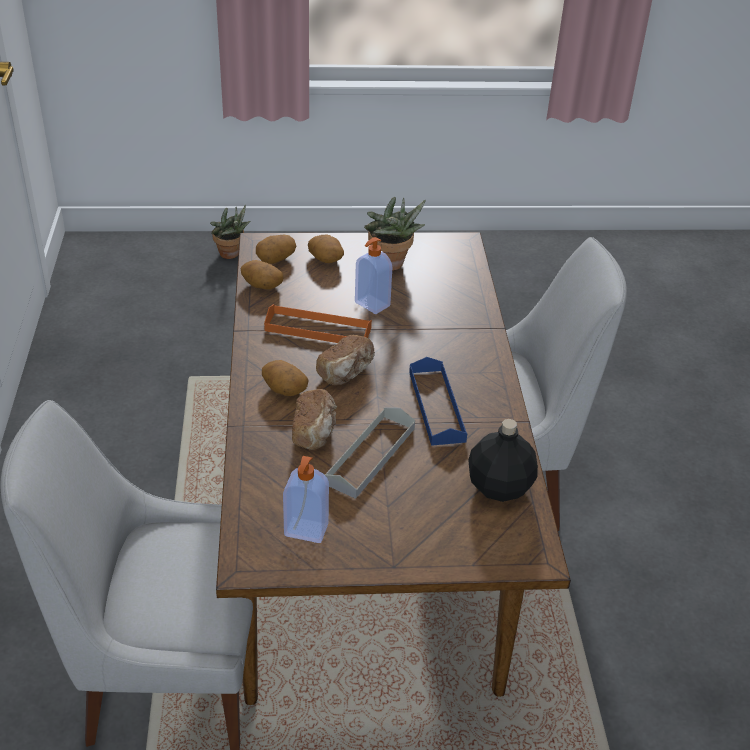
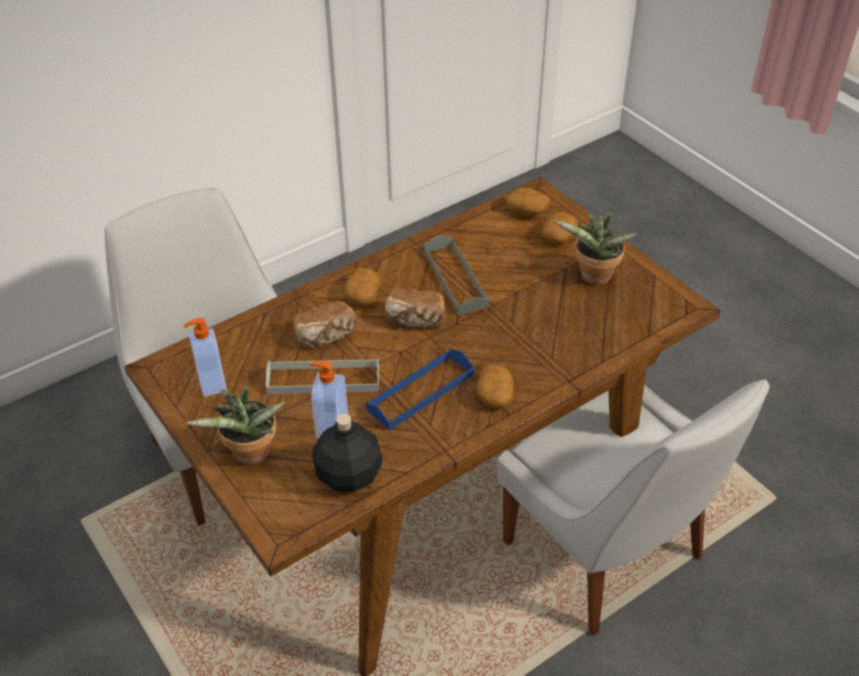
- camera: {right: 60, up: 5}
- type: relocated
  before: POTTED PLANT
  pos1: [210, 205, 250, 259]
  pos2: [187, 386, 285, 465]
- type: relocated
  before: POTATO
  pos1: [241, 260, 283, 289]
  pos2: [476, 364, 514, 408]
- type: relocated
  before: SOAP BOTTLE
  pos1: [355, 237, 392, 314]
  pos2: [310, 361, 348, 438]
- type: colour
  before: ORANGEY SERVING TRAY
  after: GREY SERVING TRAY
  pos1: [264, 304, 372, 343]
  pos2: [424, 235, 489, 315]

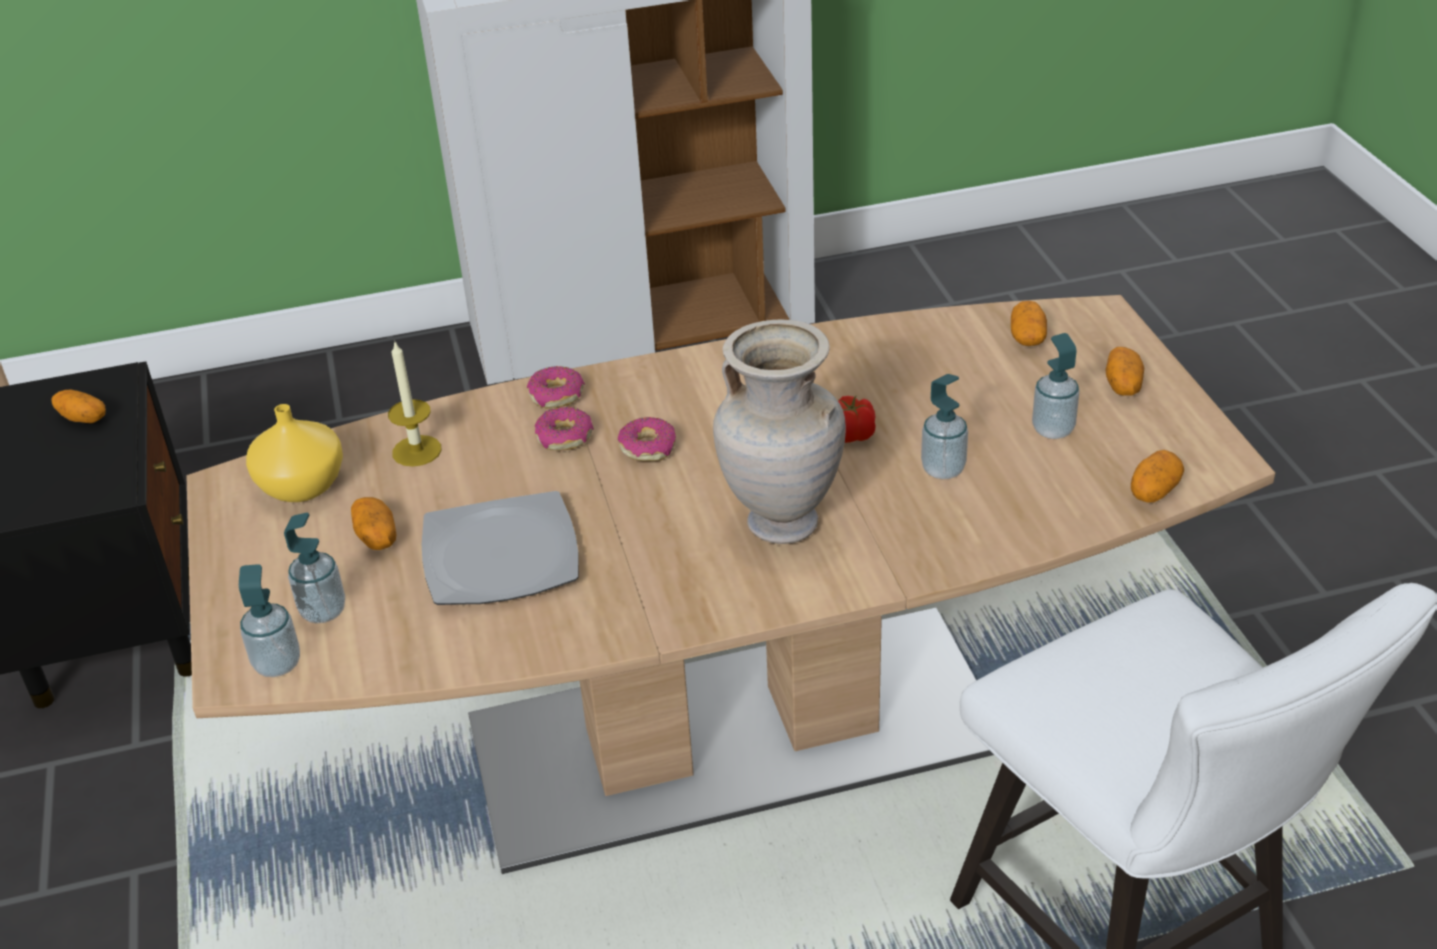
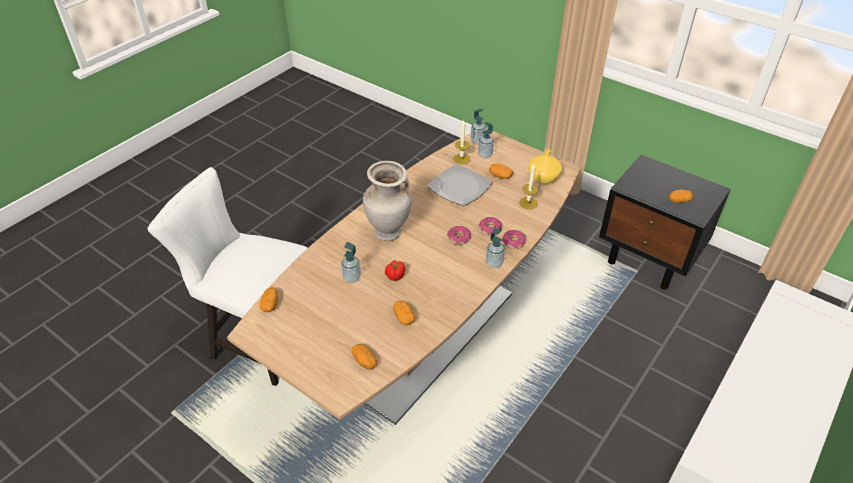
- camera: {right: 140, up: 5}
- type: appeared
  after: CANDLE
  pos2: [453, 120, 471, 164]
- type: relocated
  before: SOAP BOTTLE
  pos1: [1032, 333, 1079, 439]
  pos2: [486, 228, 505, 268]
- type: relocated
  before: POTATO
  pos1: [1106, 347, 1144, 396]
  pos2: [393, 301, 415, 325]

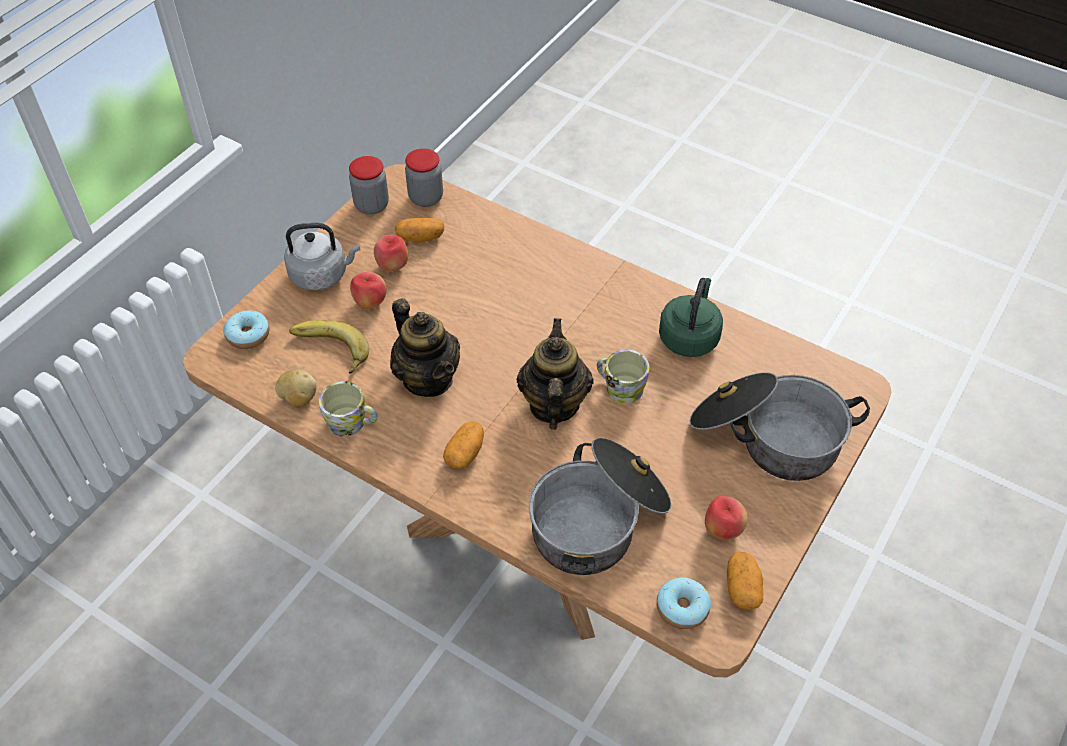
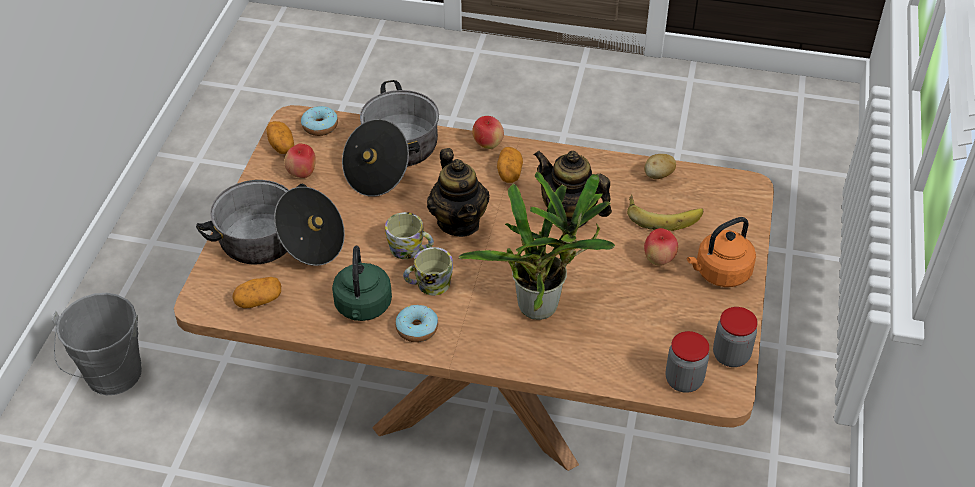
- camera: {right: 160, up: -5}
- type: appeared
  after: GREY WATER BUCKET
  pos2: [52, 293, 142, 395]
- type: appeared
  after: POTTED PLANT
  pos2: [459, 172, 615, 320]
- type: relocated
  before: DONUT
  pos1: [223, 310, 270, 349]
  pos2: [395, 305, 438, 342]
- type: relocated
  before: COFFEE MUG
  pos1: [319, 381, 378, 437]
  pos2: [403, 247, 453, 295]
- type: relocated
  before: WHOLE APPLE
  pos1: [374, 234, 408, 272]
  pos2: [472, 116, 504, 149]
- type: relocated
  before: POTATO
  pos1: [395, 218, 444, 243]
  pos2: [232, 277, 281, 308]
- type: colour
  before: GREY KETTLE
  after: ORANGEY KETTLE
  pos1: [284, 223, 360, 290]
  pos2: [687, 217, 756, 287]

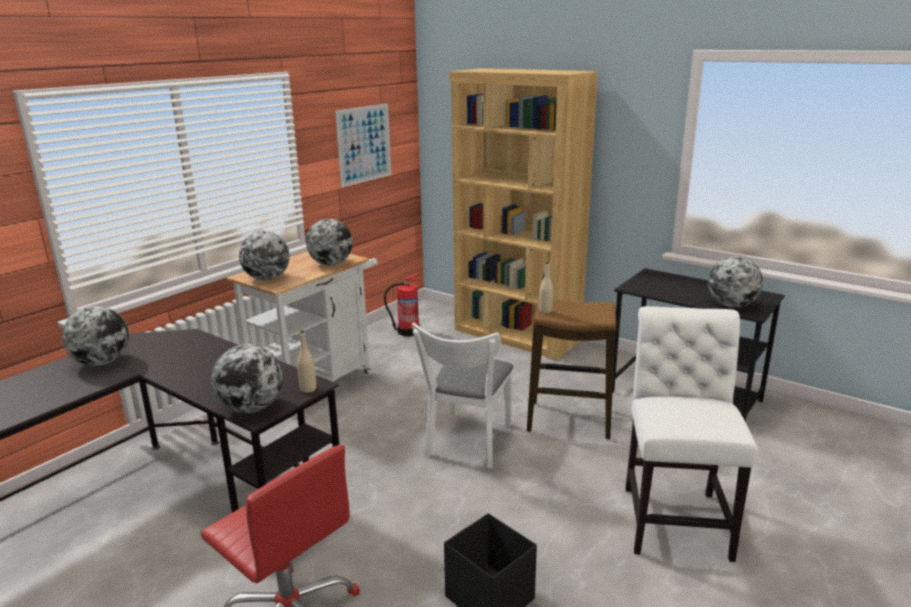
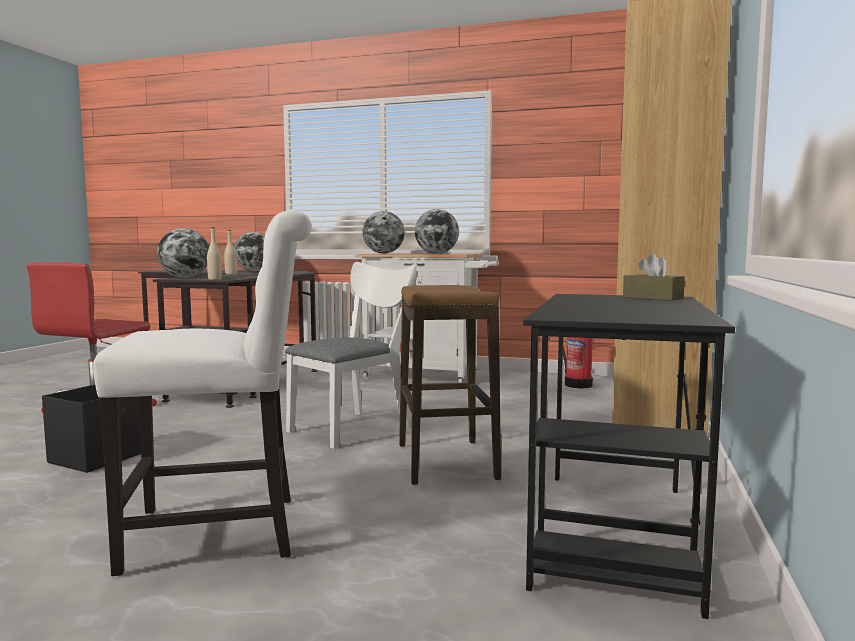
- camera: {right: 70, up: -15}
- type: missing
  before: WALL PICTURE
  pos1: [335, 104, 391, 187]
- type: missing
  before: WORLD GLOBE
  pos1: [708, 256, 763, 308]
- type: appeared
  after: BROWN TISSUE BOX
  pos2: [623, 254, 685, 301]
- type: relocated
  before: SAND-COLOURED DRINK BOTTLE
  pos1: [539, 262, 553, 313]
  pos2: [224, 230, 237, 274]
- type: spun
  before: WHITE CHAIR
  pos1: [412, 322, 513, 468]
  pos2: [285, 262, 418, 449]
  turn: 135

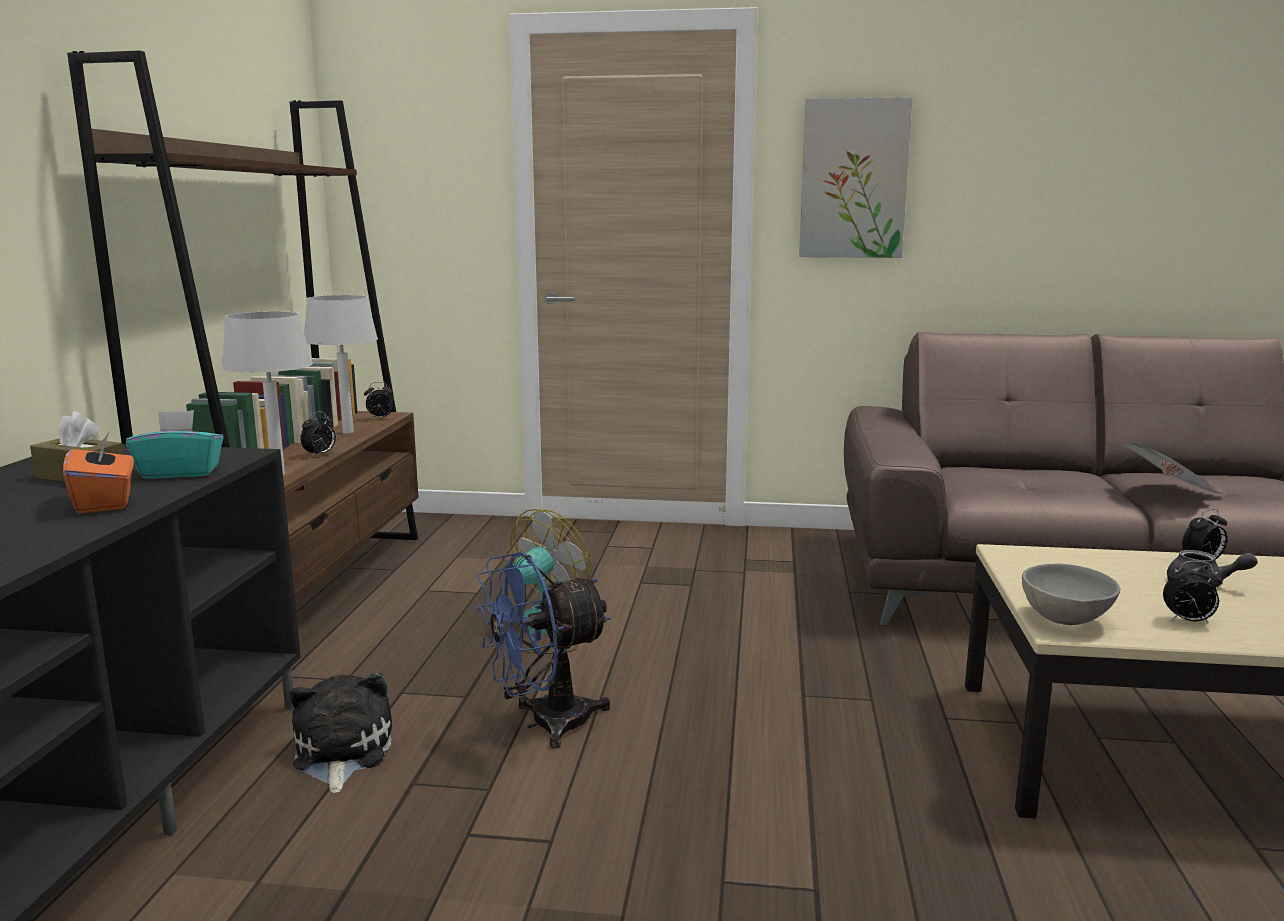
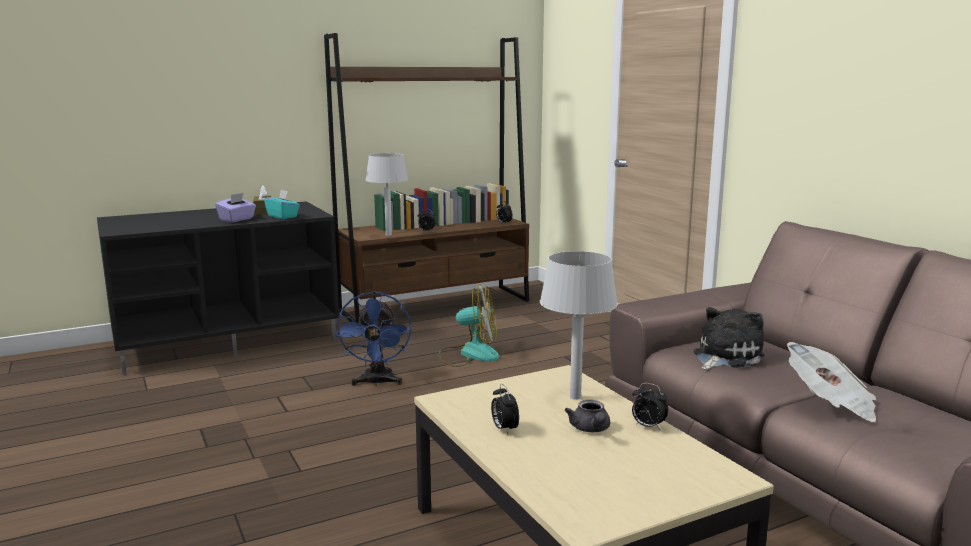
- camera: {right: 55, up: 0}
- type: missing
  before: WALL PICTURE
  pos1: [799, 97, 913, 258]
- type: missing
  before: GREY BOWL
  pos1: [1022, 564, 1120, 625]
- type: relocated
  before: PLUSH TOY
  pos1: [290, 673, 392, 793]
  pos2: [693, 307, 765, 370]
- type: relocated
  before: GREY LAMP FOR A TABLE
  pos1: [304, 295, 378, 434]
  pos2: [540, 251, 618, 400]
- type: colour
  before: ORANGEY TISSUE BOX
  after: PURPLE-COLOURED TISSUE BOX
  pos1: [63, 432, 134, 514]
  pos2: [215, 193, 256, 222]
- type: spun
  before: BLUE FAN
  pos1: [476, 552, 611, 749]
  pos2: [335, 291, 412, 386]
  turn: -120

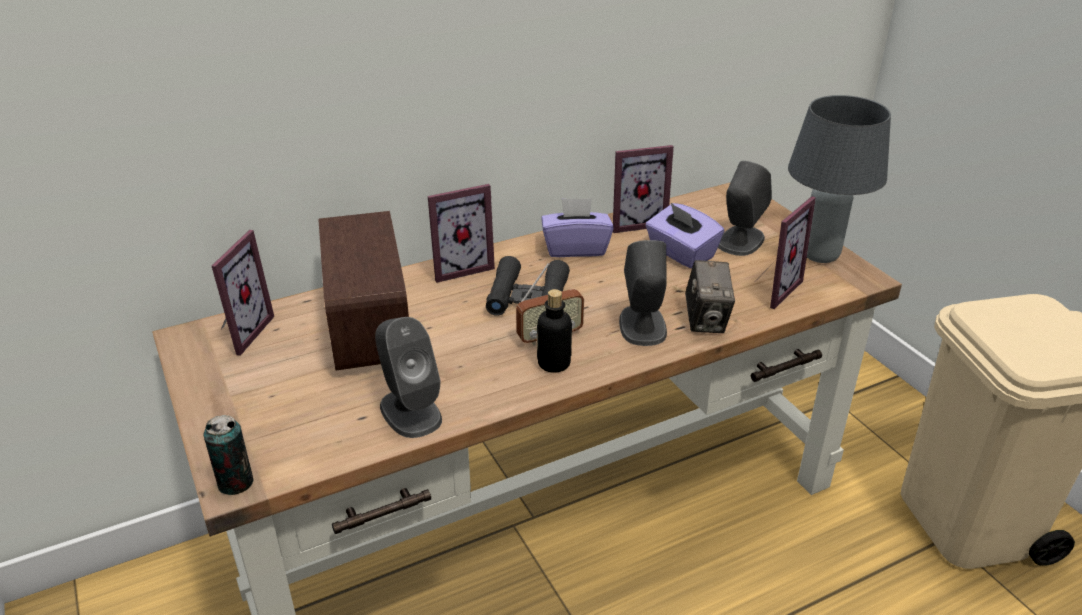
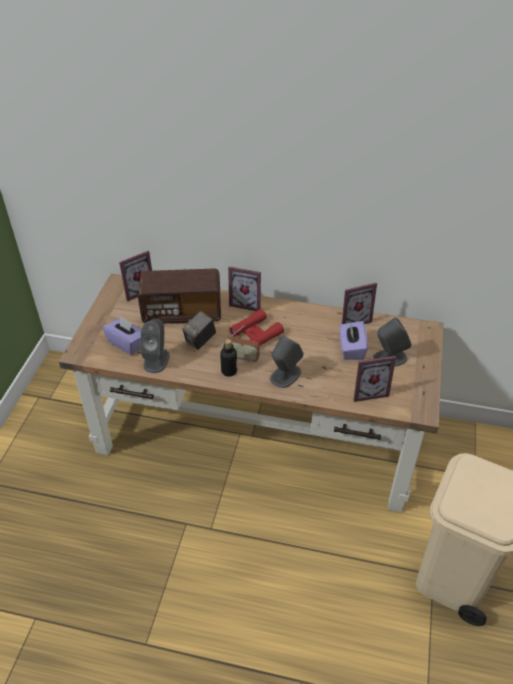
- camera: {right: 40, up: 10}
- type: missing
  before: SEALED CAN
  pos1: [204, 415, 254, 495]
- type: missing
  before: GREY LAMP FOR A TABLE
  pos1: [788, 95, 891, 263]
- type: relocated
  before: PURPLE-COLOURED TISSUE BOX
  pos1: [541, 198, 614, 257]
  pos2: [102, 316, 141, 355]
- type: relocated
  before: PHOTO CAMERA
  pos1: [685, 260, 735, 333]
  pos2: [182, 311, 216, 350]
- type: colour
  before: BLACK BINOCULARS
  after: RED BINOCULARS
  pos1: [486, 256, 570, 316]
  pos2: [230, 309, 284, 346]
- type: spun
  before: RADIO
  pos1: [318, 211, 409, 370]
  pos2: [138, 269, 221, 324]
  turn: 60
- type: spun
  before: PICTURE FRAME
  pos1: [613, 145, 674, 233]
  pos2: [342, 283, 377, 324]
  turn: -45

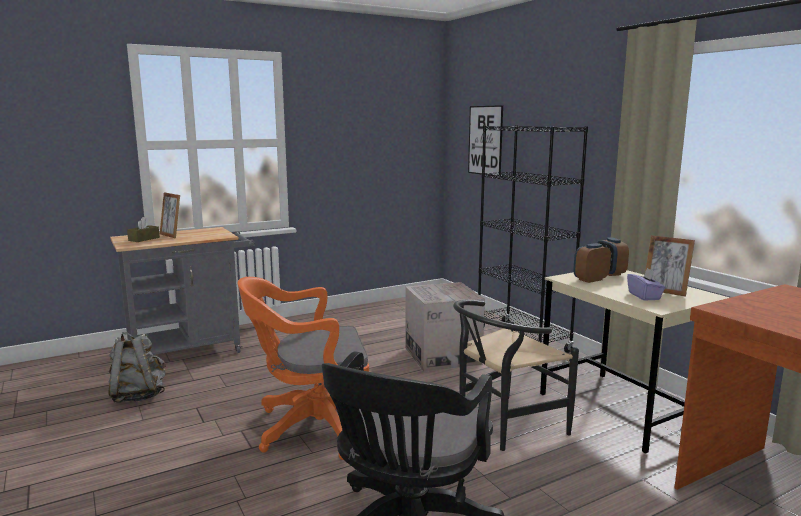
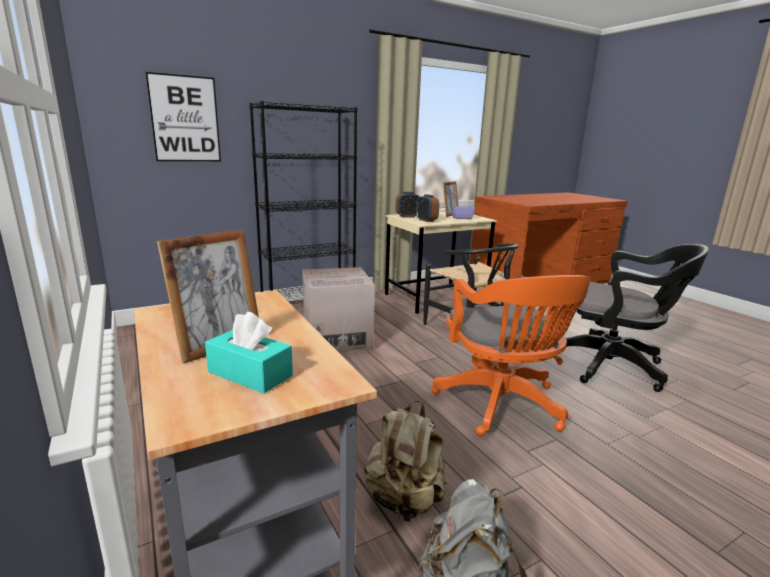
- camera: {right: -90, up: 5}
- type: appeared
  after: SAND-COLOURED BACKPACK
  pos2: [365, 401, 447, 522]
- type: colour
  before: BROWN TISSUE BOX
  after: TURQUOISE TISSUE BOX
  pos1: [127, 217, 160, 242]
  pos2: [205, 312, 293, 393]

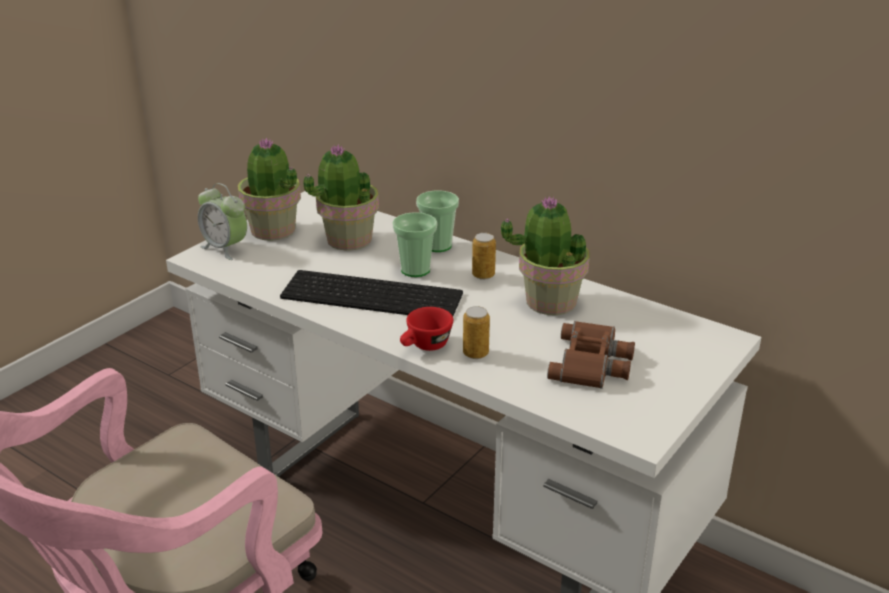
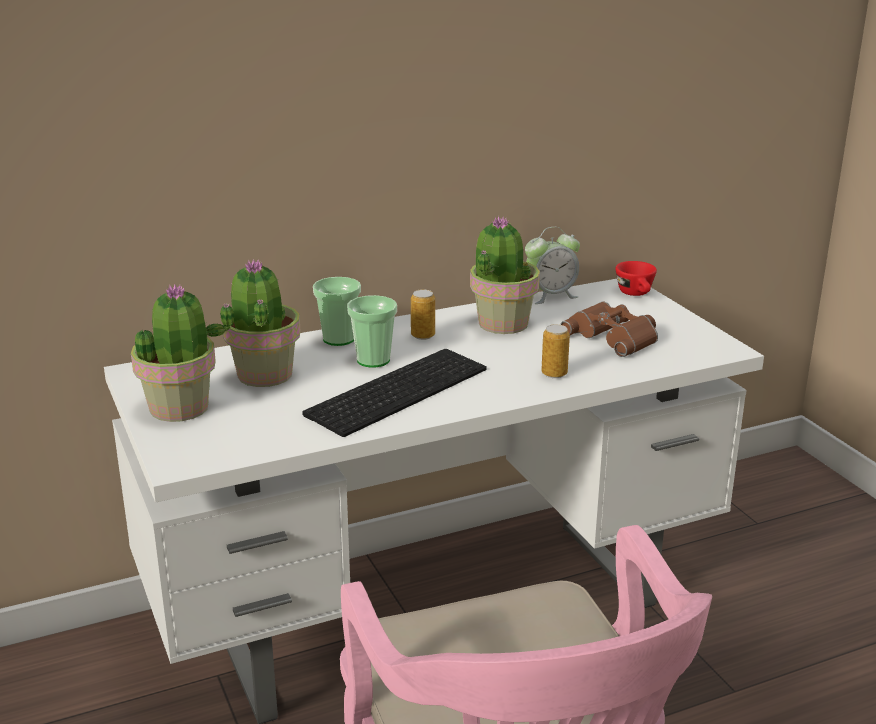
- camera: {right: -60, up: -5}
- type: relocated
  before: BEDSIDE CLOCK
  pos1: [198, 183, 247, 260]
  pos2: [525, 227, 580, 304]
- type: relocated
  before: RED SMALL CUP
  pos1: [400, 307, 453, 351]
  pos2: [615, 261, 657, 296]

